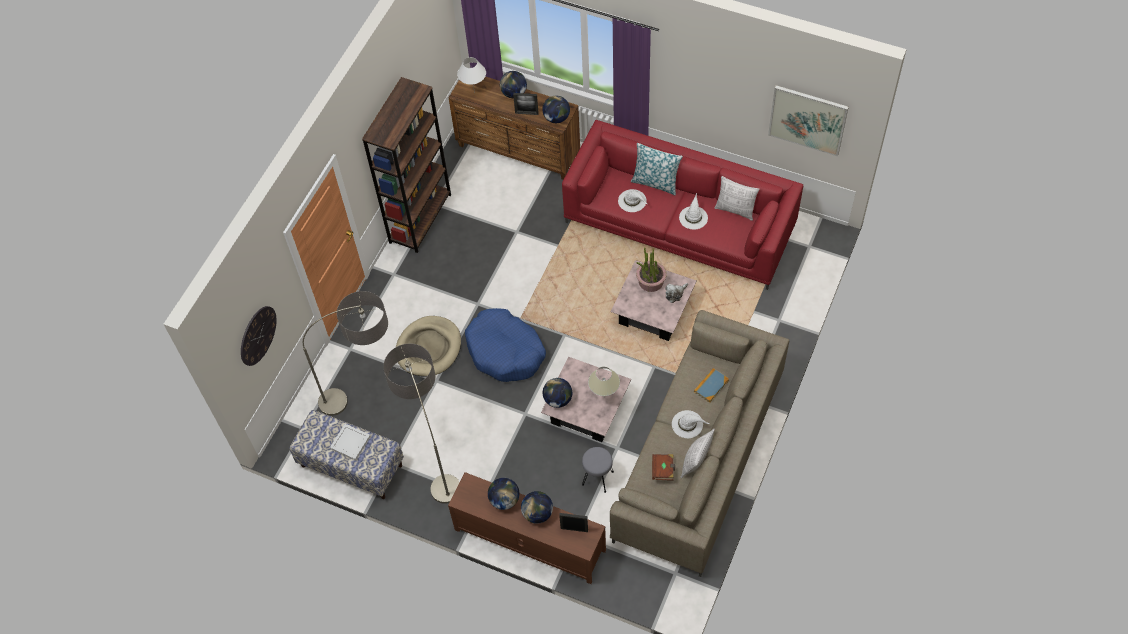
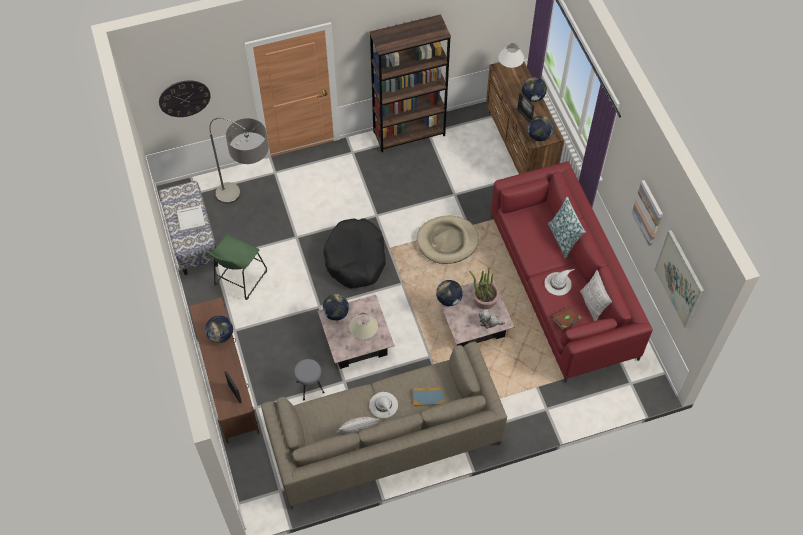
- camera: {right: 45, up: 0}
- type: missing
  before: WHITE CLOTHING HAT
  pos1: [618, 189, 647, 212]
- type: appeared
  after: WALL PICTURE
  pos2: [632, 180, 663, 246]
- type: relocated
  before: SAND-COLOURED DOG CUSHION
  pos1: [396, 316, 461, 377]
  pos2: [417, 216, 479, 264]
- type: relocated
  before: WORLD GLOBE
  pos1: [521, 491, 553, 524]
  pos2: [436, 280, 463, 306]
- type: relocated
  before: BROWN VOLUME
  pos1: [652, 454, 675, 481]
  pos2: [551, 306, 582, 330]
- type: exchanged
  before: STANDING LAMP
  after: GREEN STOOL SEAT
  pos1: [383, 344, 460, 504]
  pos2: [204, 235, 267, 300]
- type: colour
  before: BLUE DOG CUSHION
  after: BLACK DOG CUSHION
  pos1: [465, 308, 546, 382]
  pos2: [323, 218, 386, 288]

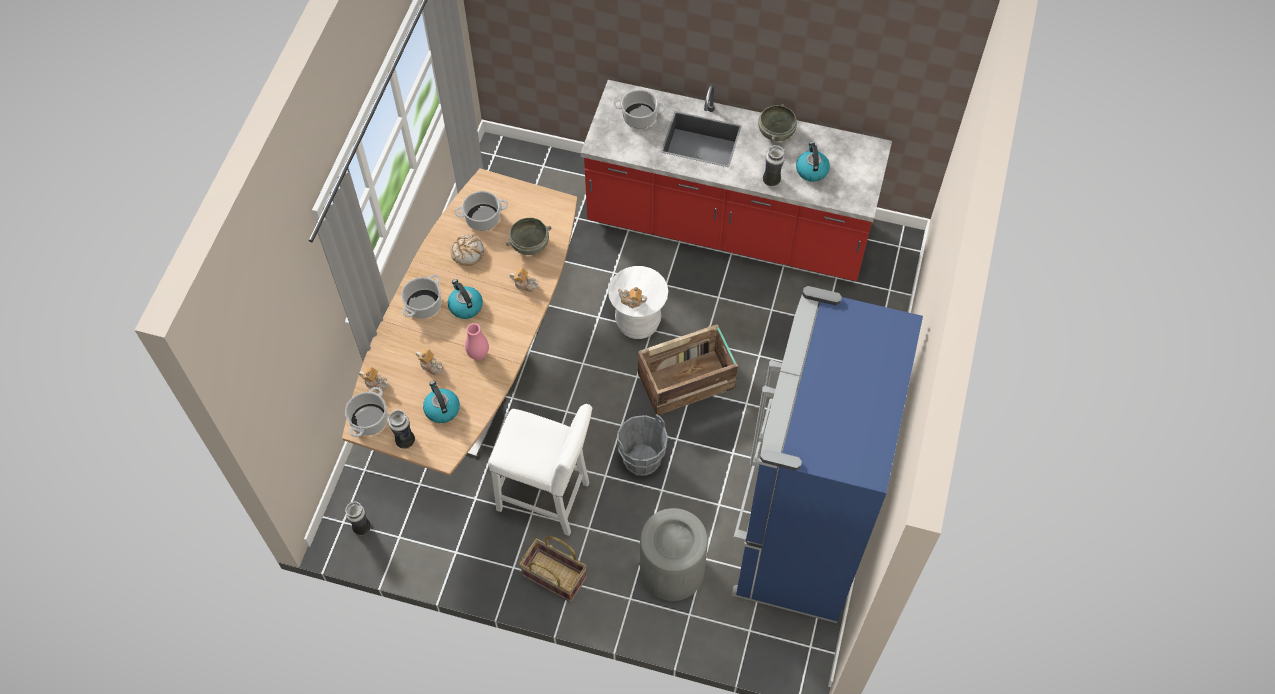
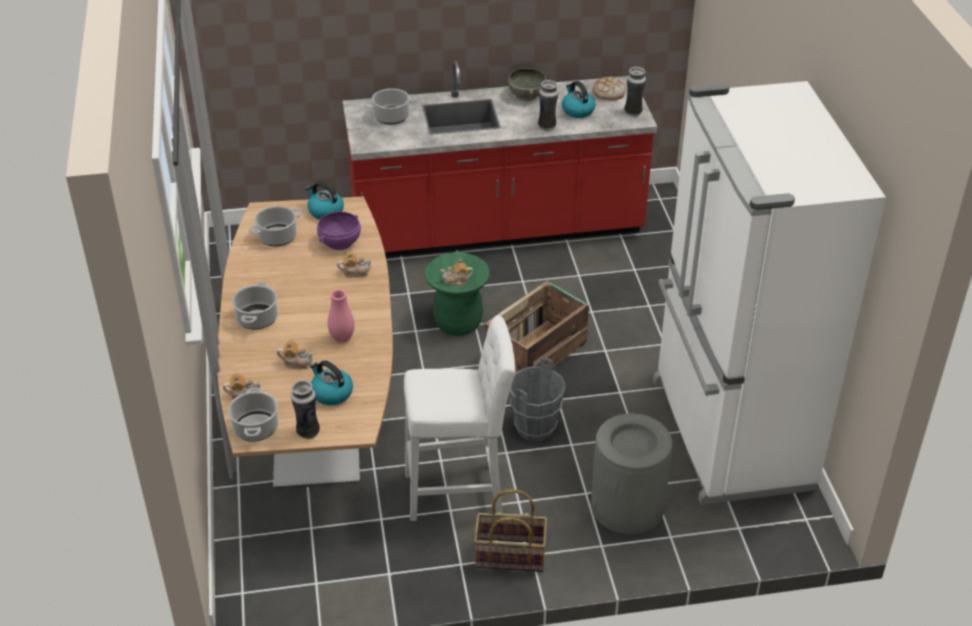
- camera: {right: -25, up: -20}
- type: relocated
  before: FLOWER VASE
  pos1: [345, 501, 371, 535]
  pos2: [624, 67, 646, 116]
- type: relocated
  before: KETTLE
  pos1: [448, 279, 483, 319]
  pos2: [306, 182, 344, 220]
- type: relocated
  before: BREAD
  pos1: [450, 235, 484, 266]
  pos2: [593, 77, 626, 100]
- type: colour
  before: GREY BOWL
  after: PURPLE-COLOURED BOWL
  pos1: [506, 218, 551, 255]
  pos2: [317, 212, 361, 250]
- type: colour
  before: WHITE STOOL SEAT
  after: GREEN STOOL SEAT
  pos1: [608, 266, 668, 339]
  pos2: [425, 252, 490, 336]
- type: colour
  before: BLUE KITCHEN FRIDGE
  after: WHITE KITCHEN FRIDGE
  pos1: [731, 286, 923, 623]
  pos2: [653, 81, 886, 505]

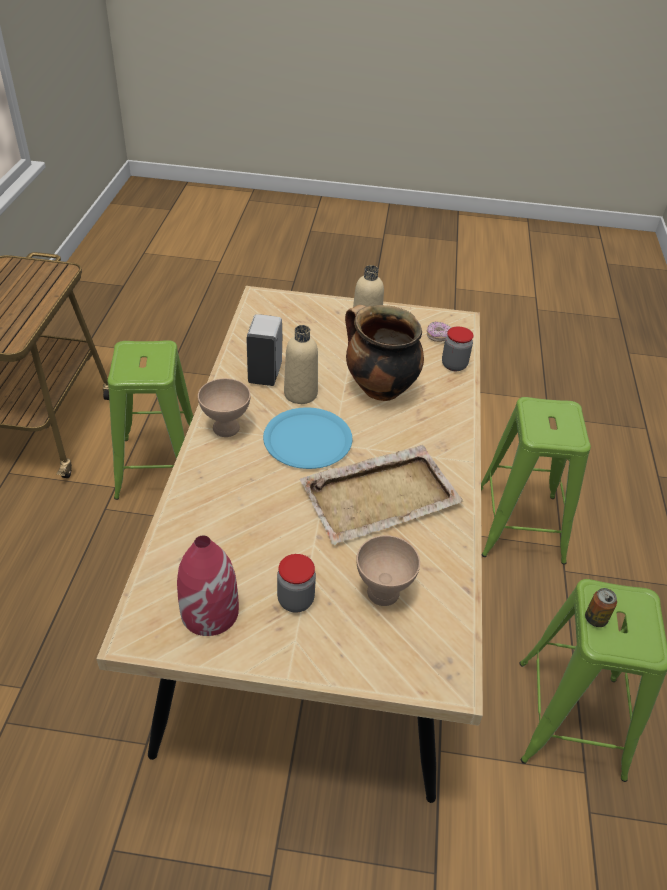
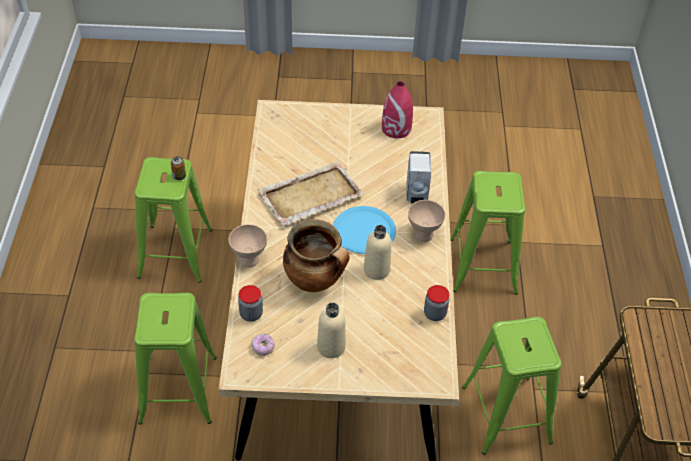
- camera: {right: 175, up: 5}
- type: appeared
  after: GREEN STOOL SEAT
  pos2: [450, 171, 525, 295]
- type: relocated
  before: WHITE SOAP BOTTLE
  pos1: [246, 314, 282, 386]
  pos2: [407, 151, 431, 204]
- type: relocated
  before: STORAGE JAR
  pos1: [277, 554, 316, 613]
  pos2: [424, 285, 449, 321]
- type: relocated
  before: SAND-COLOURED BOWL
  pos1: [356, 535, 420, 606]
  pos2: [229, 224, 267, 267]

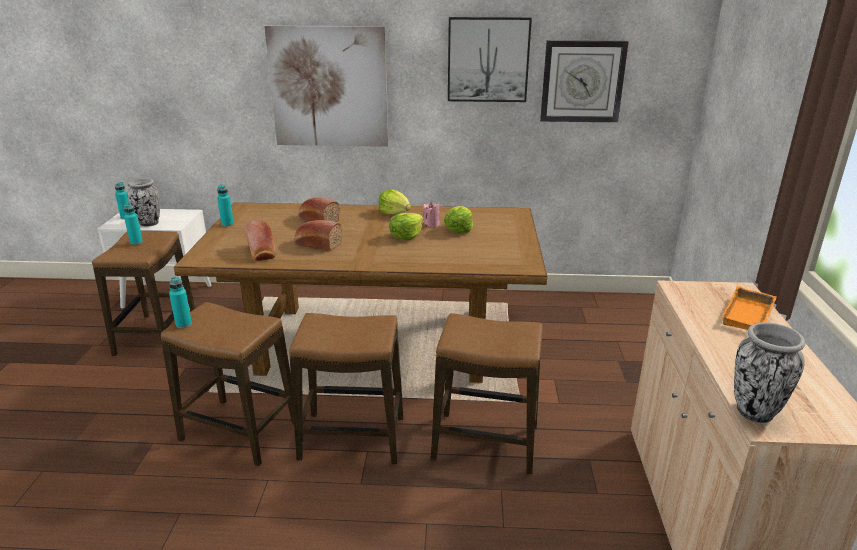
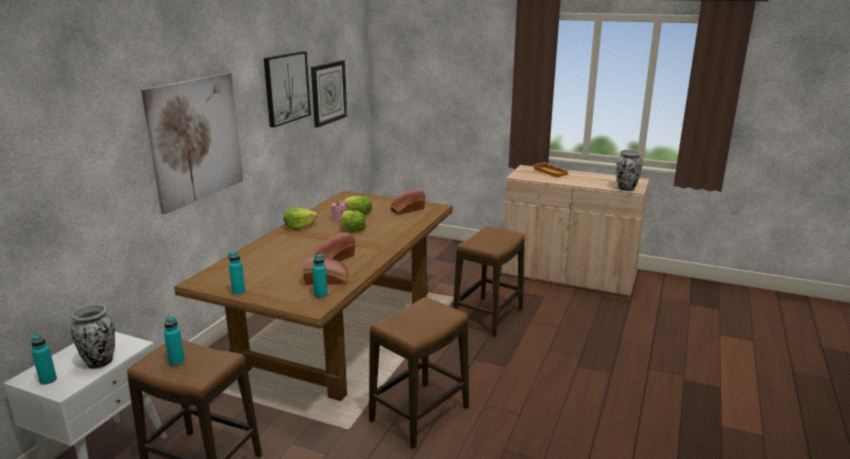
- camera: {right: -70, up: -5}
- type: missing
  before: STOOL SEAT
  pos1: [289, 313, 404, 464]
- type: relocated
  before: TURQUOISE DRINK BOTTLE
  pos1: [169, 277, 192, 328]
  pos2: [312, 254, 328, 298]
- type: relocated
  before: BREAD
  pos1: [298, 197, 340, 222]
  pos2: [391, 189, 425, 214]

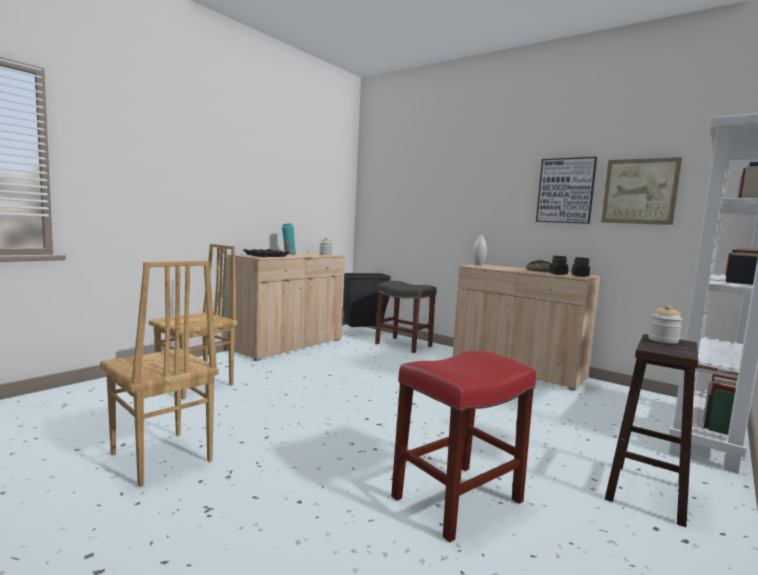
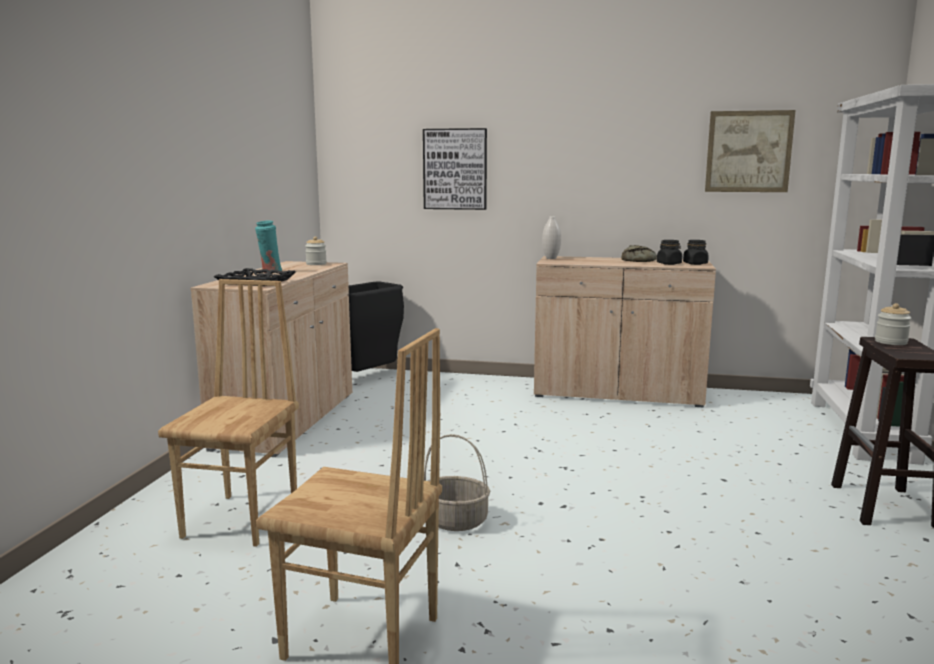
- camera: {right: -25, up: 5}
- type: missing
  before: GREY STOOL SEAT
  pos1: [375, 281, 437, 353]
- type: missing
  before: RED STOOL SEAT
  pos1: [391, 350, 536, 543]
- type: appeared
  after: STORAGE BASKET
  pos2: [424, 434, 490, 531]
- type: relocated
  before: WALL PICTURE
  pos1: [536, 157, 597, 224]
  pos2: [423, 128, 487, 210]

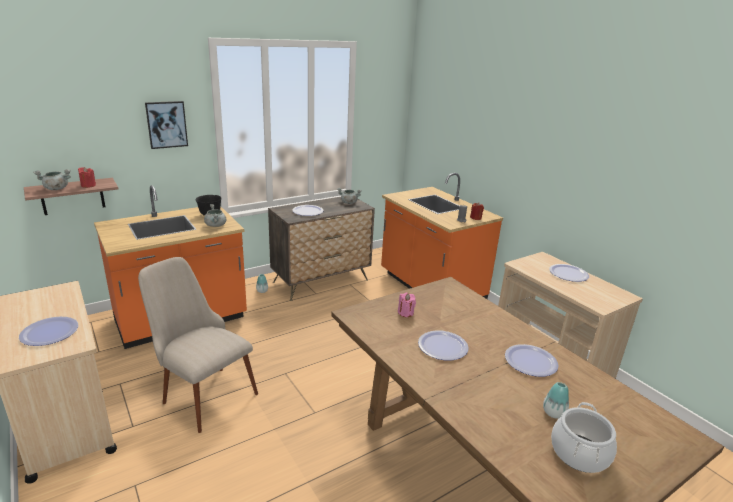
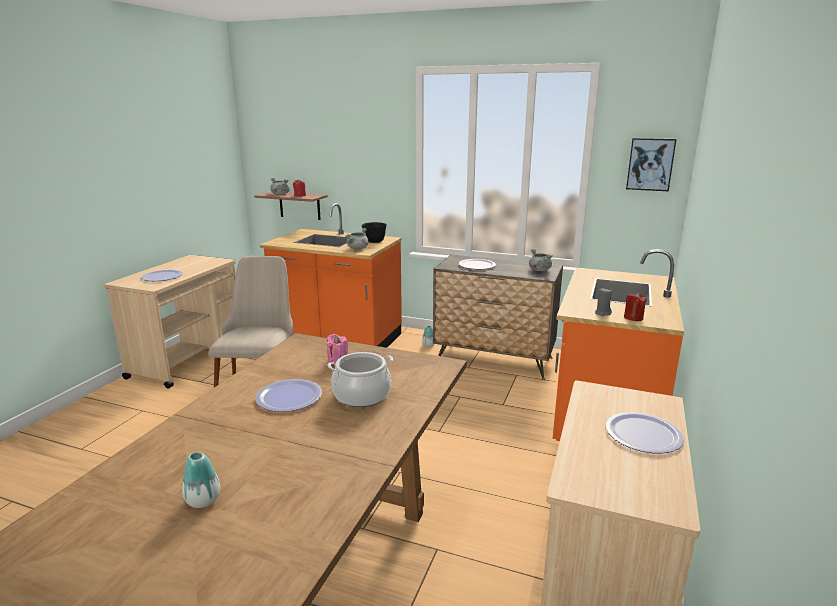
- camera: {right: 55, up: -5}
- type: missing
  before: PLATE
  pos1: [505, 344, 559, 377]
- type: relocated
  before: WALL PICTURE
  pos1: [145, 101, 188, 149]
  pos2: [626, 138, 676, 191]
- type: relocated
  before: SAUCEPOT
  pos1: [551, 402, 617, 473]
  pos2: [328, 352, 393, 407]

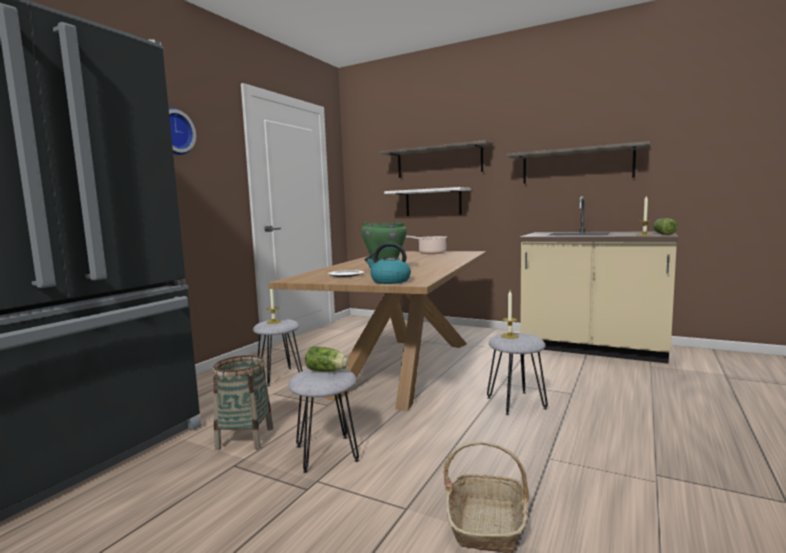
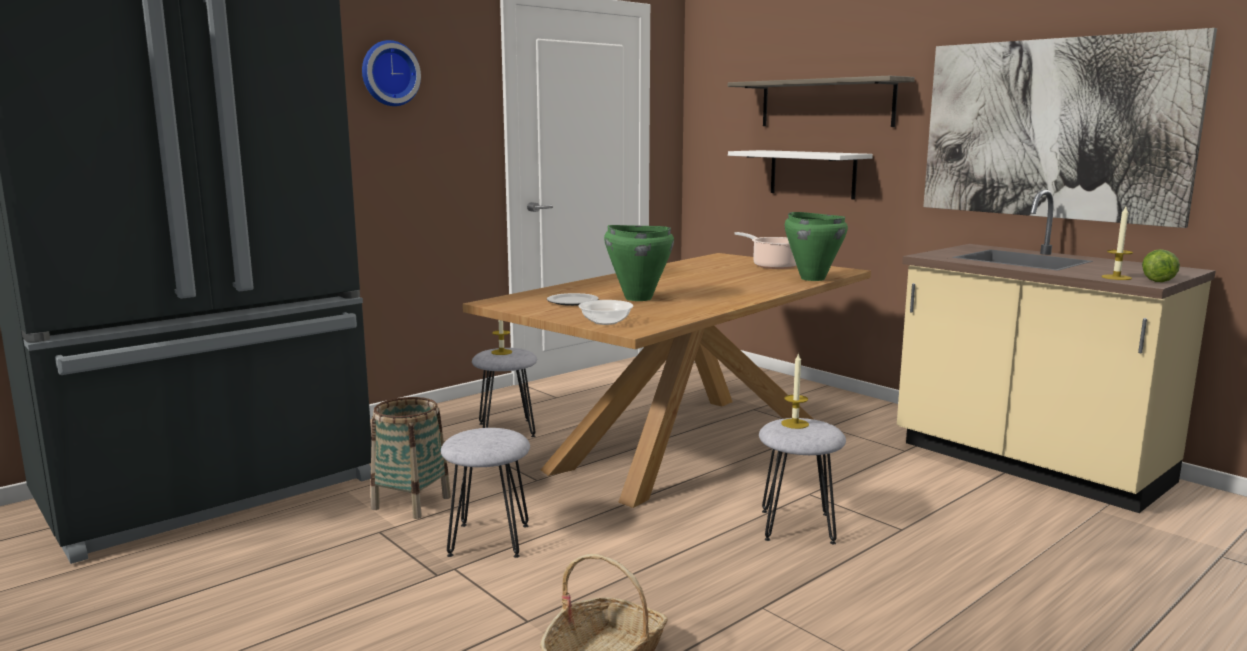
- camera: {right: 20, up: 5}
- type: missing
  before: LETTUCE HEAD
  pos1: [305, 346, 348, 372]
- type: appeared
  after: GREEN SAUCEPOT
  pos2: [785, 212, 848, 281]
- type: exchanged
  before: KETTLE
  after: BOWL
  pos1: [365, 243, 411, 284]
  pos2: [579, 300, 633, 325]
- type: exchanged
  before: WALL SHELF
  after: WALL PICTURE
  pos1: [507, 141, 650, 184]
  pos2: [923, 28, 1217, 228]

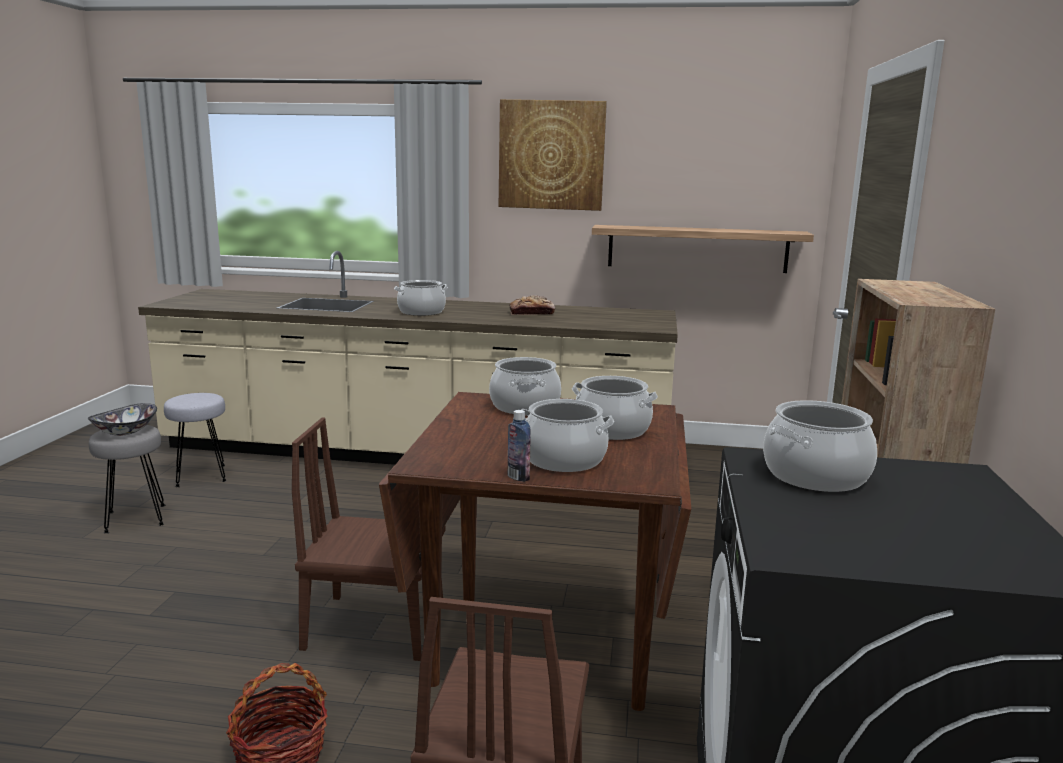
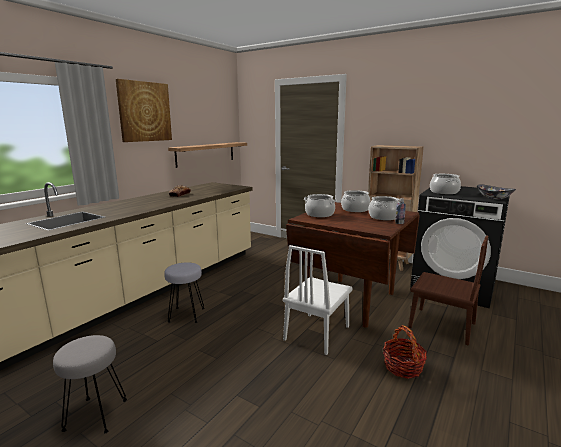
- camera: {right: -65, up: 0}
- type: missing
  before: SAUCEPOT
  pos1: [394, 280, 448, 316]
- type: relocated
  before: BOWL
  pos1: [88, 403, 157, 436]
  pos2: [477, 184, 516, 199]
- type: relocated
  before: GREY STOOL SEAT
  pos1: [164, 393, 227, 487]
  pos2: [164, 262, 205, 323]
- type: colour
  before: BROWN CHAIR
  after: WHITE CHAIR
  pos1: [292, 418, 446, 661]
  pos2: [283, 245, 353, 355]

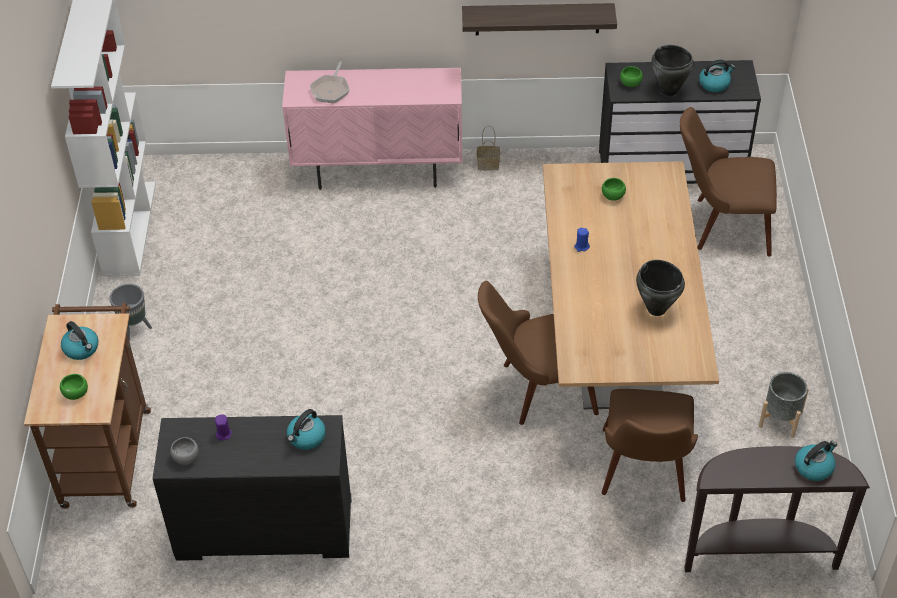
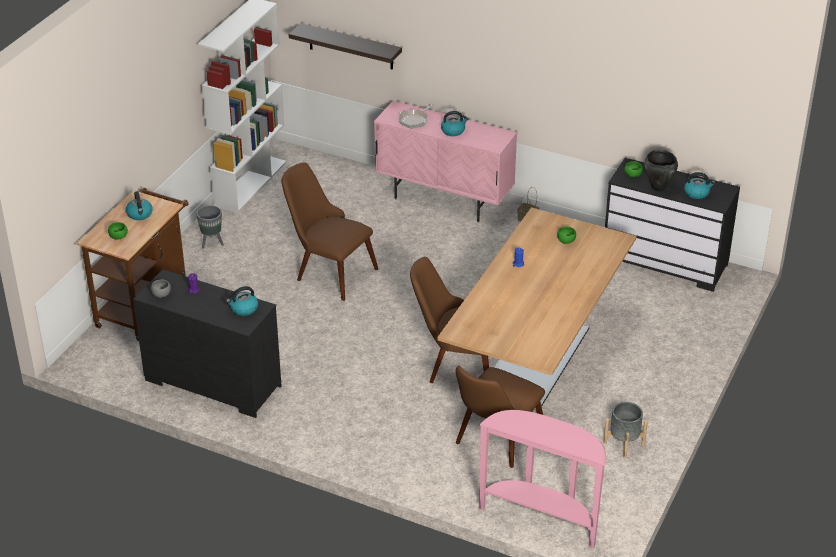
- camera: {right: 25, up: -10}
- type: missing
  before: BLACK SAUCEPOT
  pos1: [636, 260, 685, 316]
- type: relocated
  before: WALL SHELF
  pos1: [462, 3, 617, 35]
  pos2: [289, 23, 402, 70]
- type: relocated
  before: BROWN CHAIR
  pos1: [680, 107, 777, 257]
  pos2: [281, 163, 378, 301]
- type: relocated
  before: KETTLE
  pos1: [795, 441, 837, 481]
  pos2: [441, 111, 469, 136]
- type: colour
  before: BROWN HALL TABLE
  after: PINK HALL TABLE
  pos1: [684, 446, 870, 572]
  pos2: [479, 410, 606, 548]

